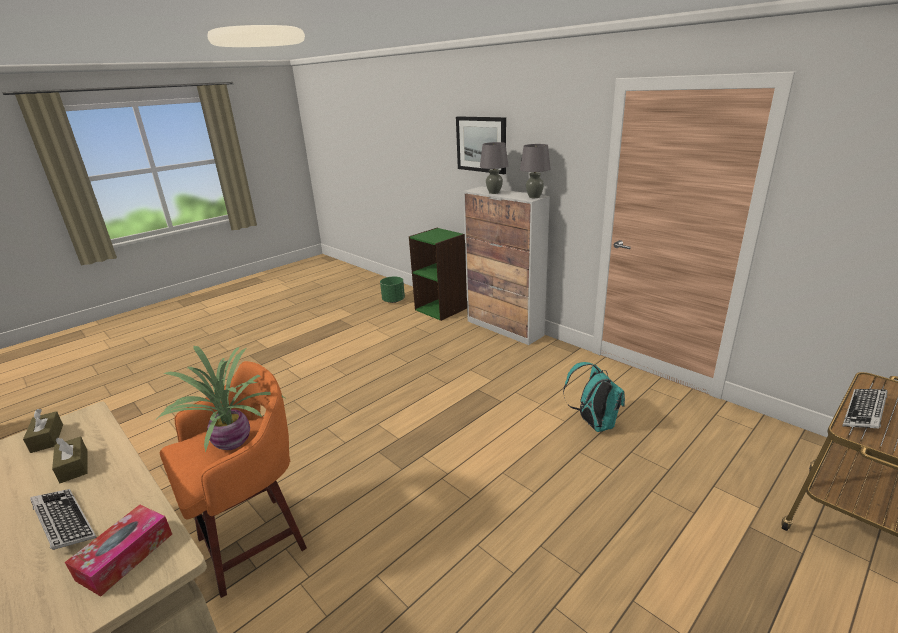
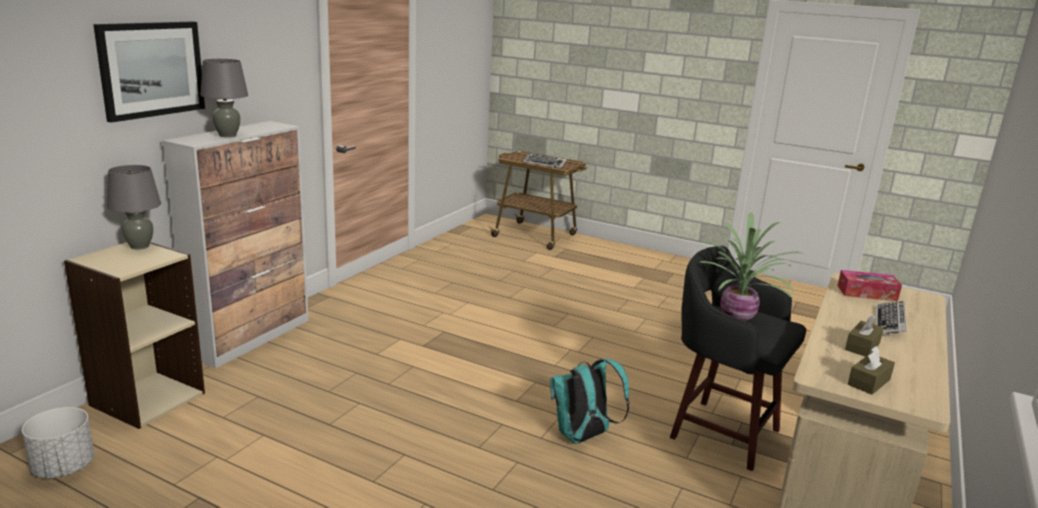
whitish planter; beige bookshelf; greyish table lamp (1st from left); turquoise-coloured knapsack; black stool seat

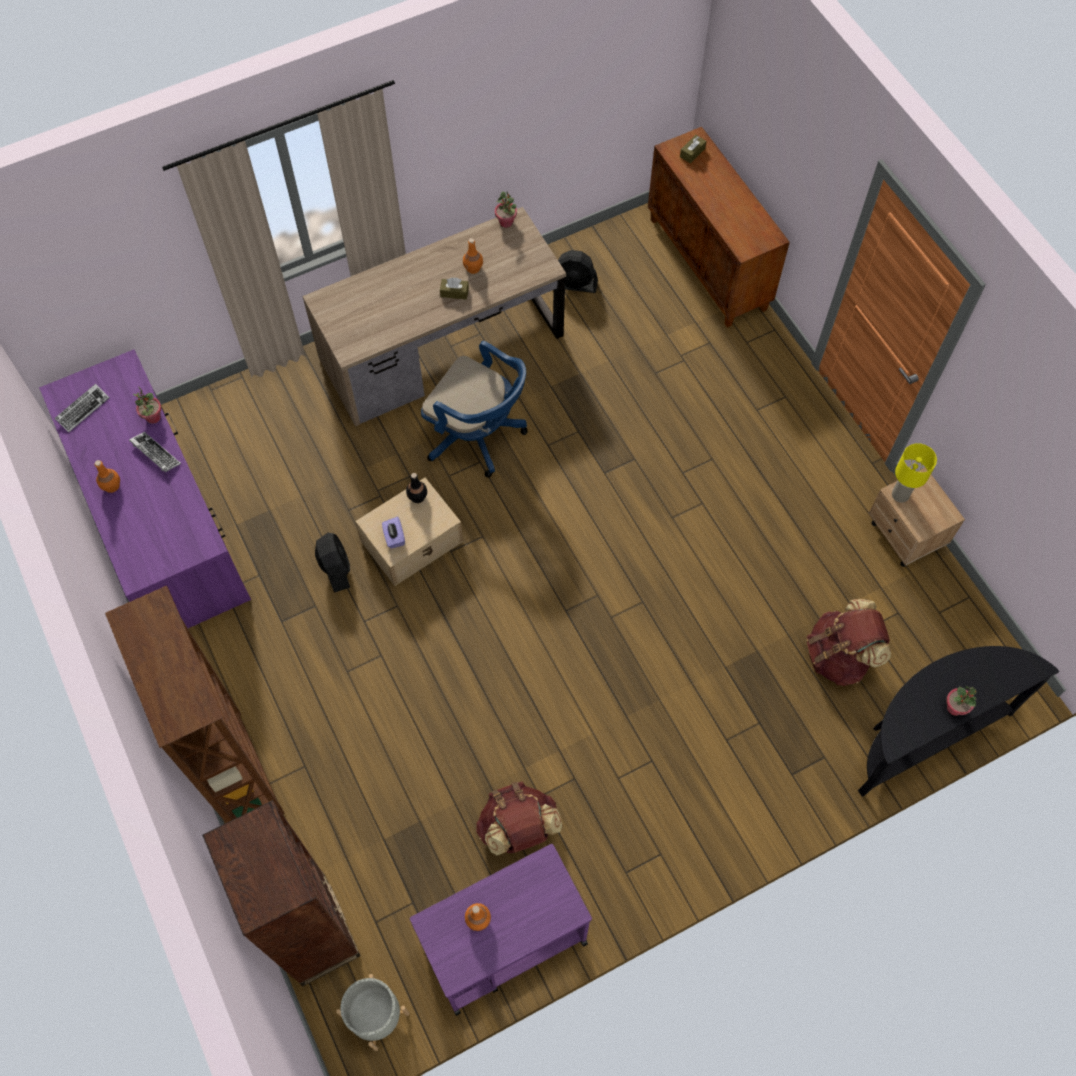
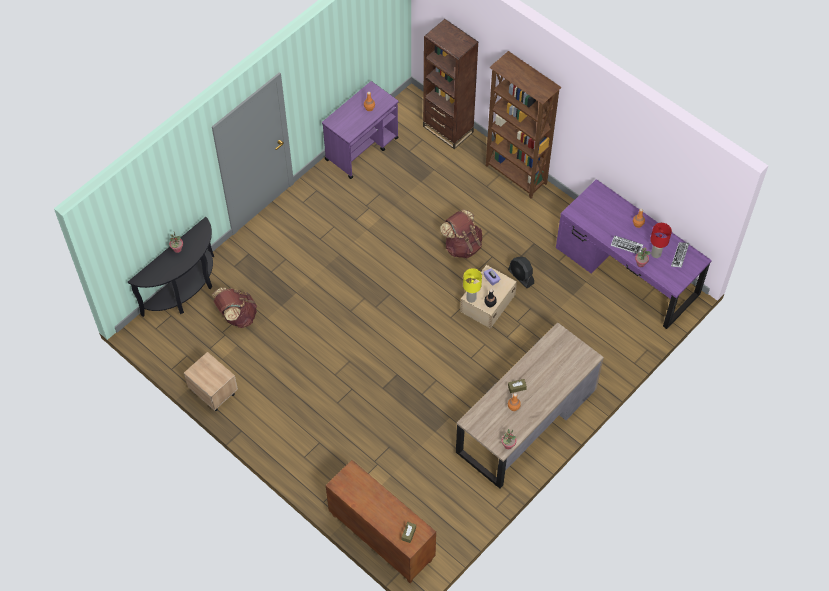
brown-coloured knapsack (2nd from left); yellow-coloured table lamp; red-coloured table lamp; greyish planter; blue office chair; black fan (2nd from left in the first image)

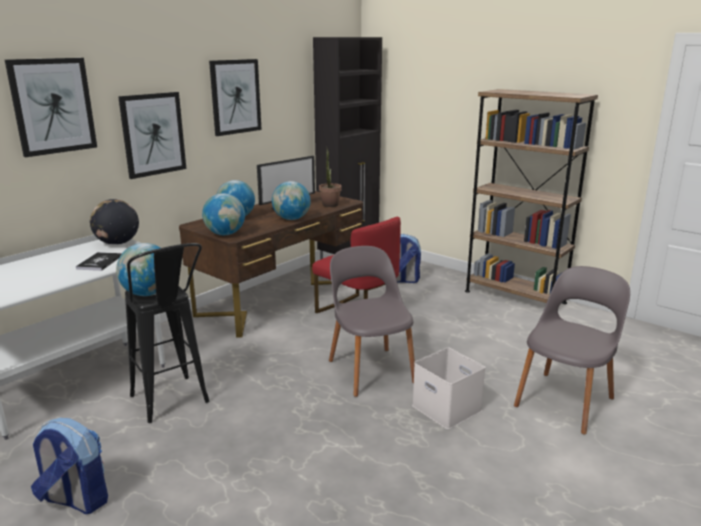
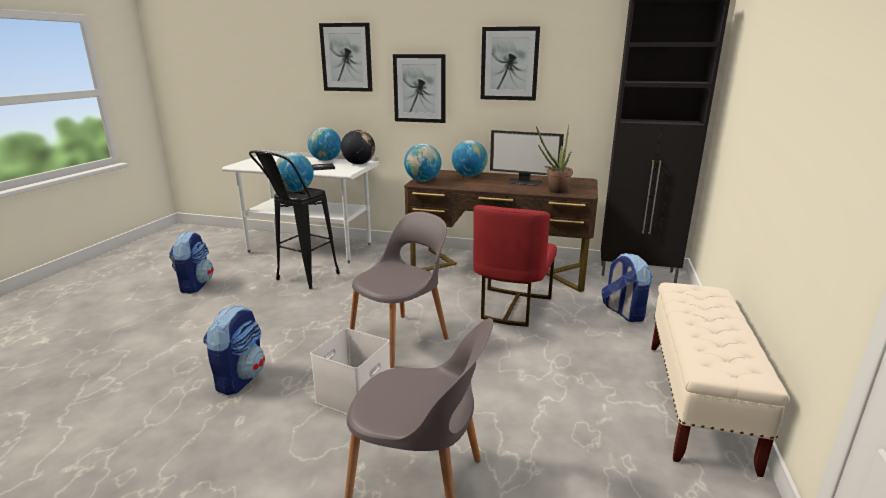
knapsack (2nd from left); desk globe (2nd from left); beige bench

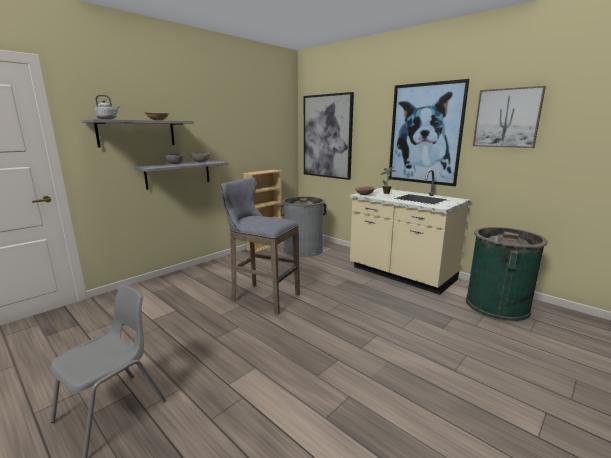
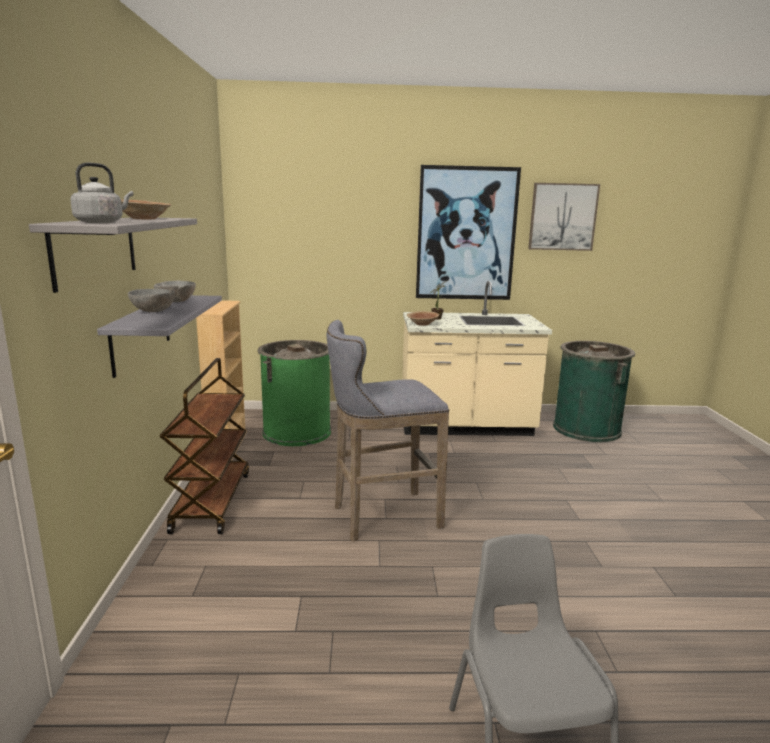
brown-coloured cart; green-coloured waste bin (1st from left); wall art (1st from left in the first image)

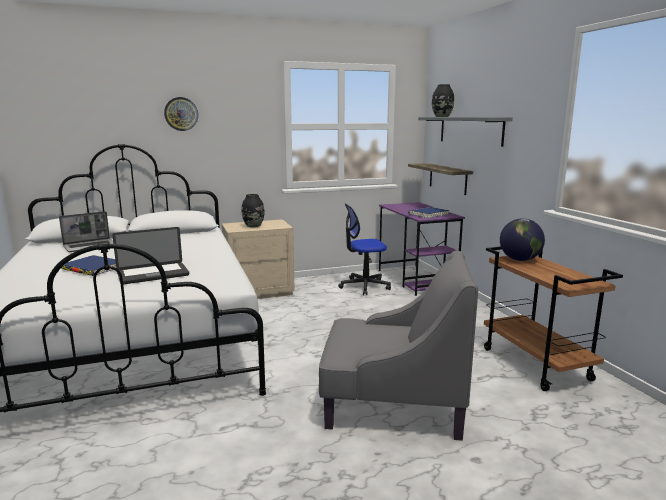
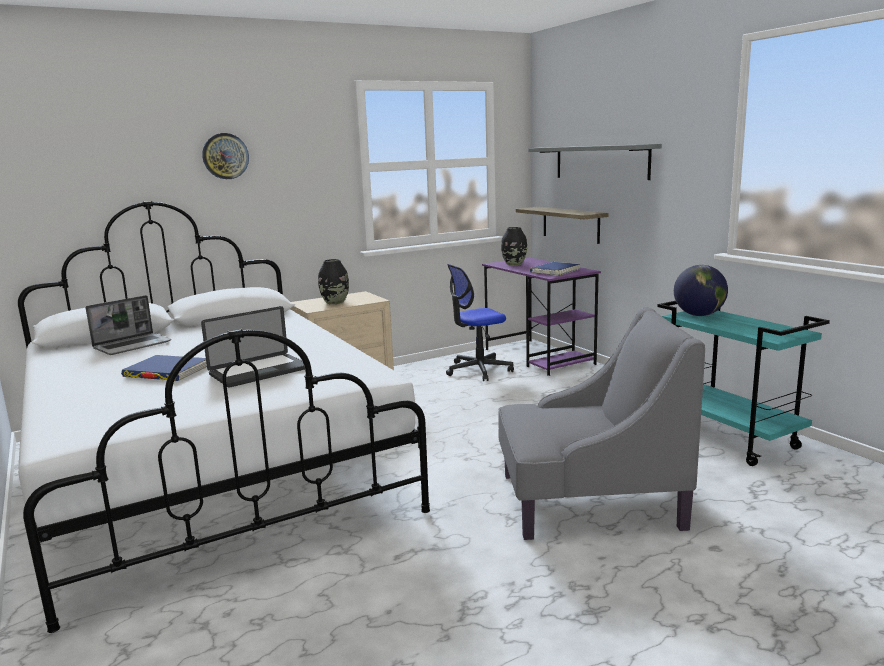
black flower vase (2nd from left); turquoise-coloured cart

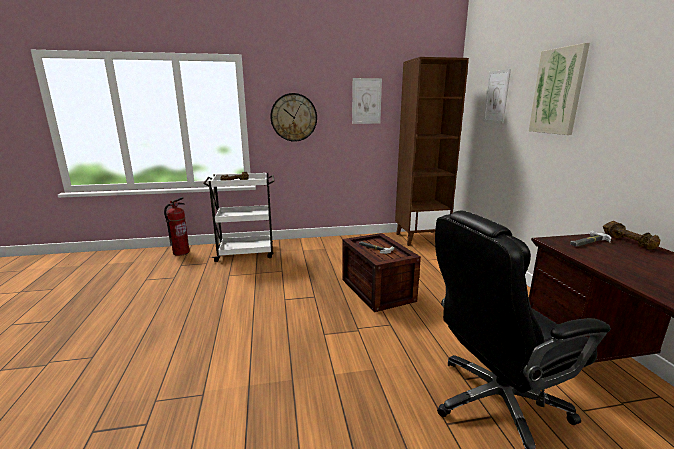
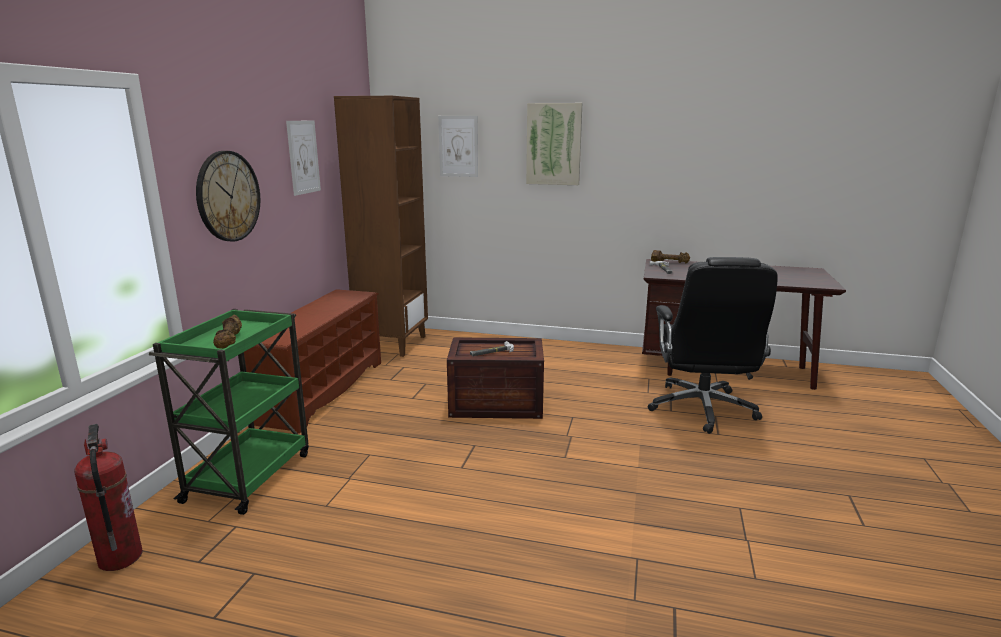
green-coloured cart; brown-coloured shoe shelf

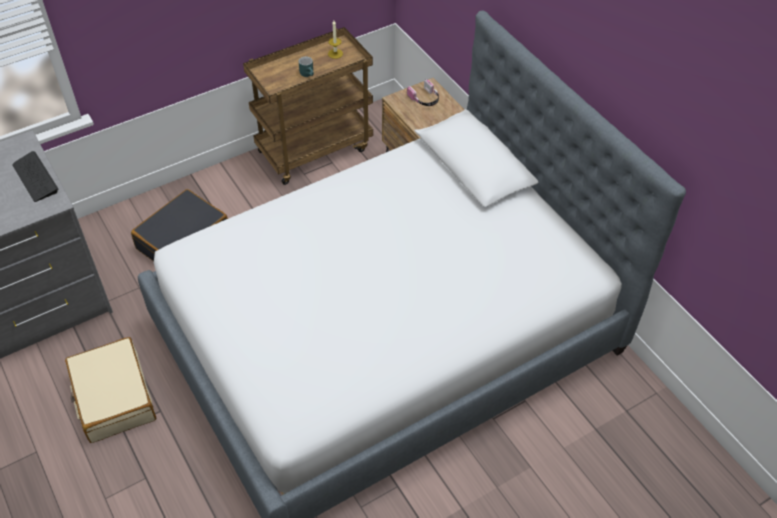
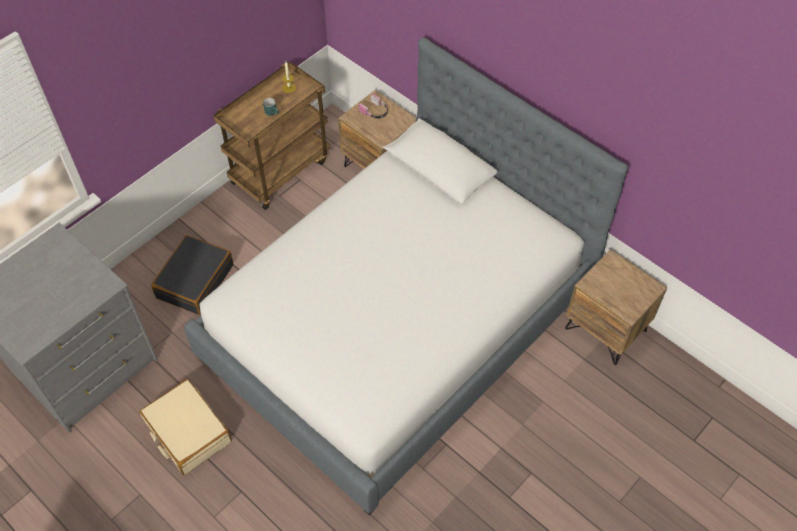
brown-coloured nightstand (2nd from left); PC keyboard

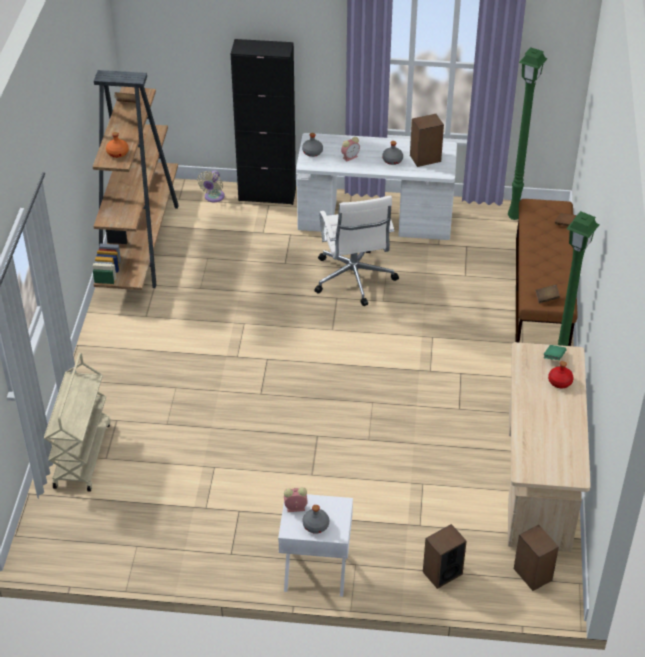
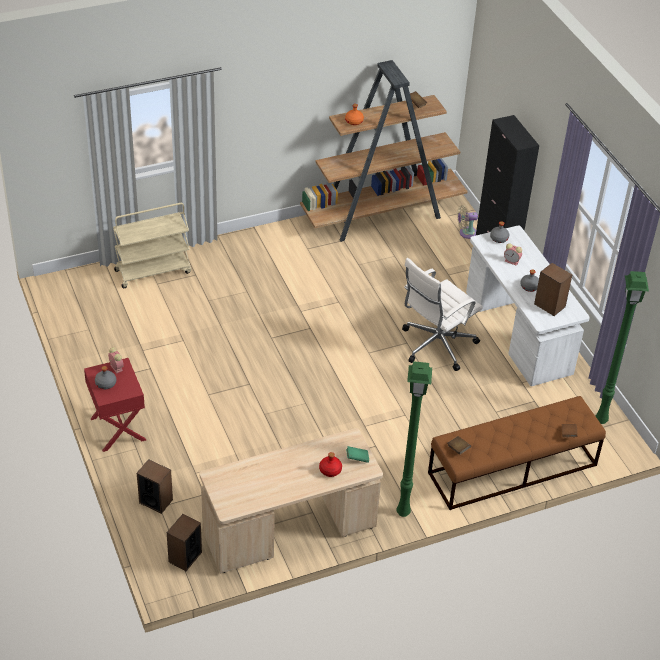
red-coloured nightstand

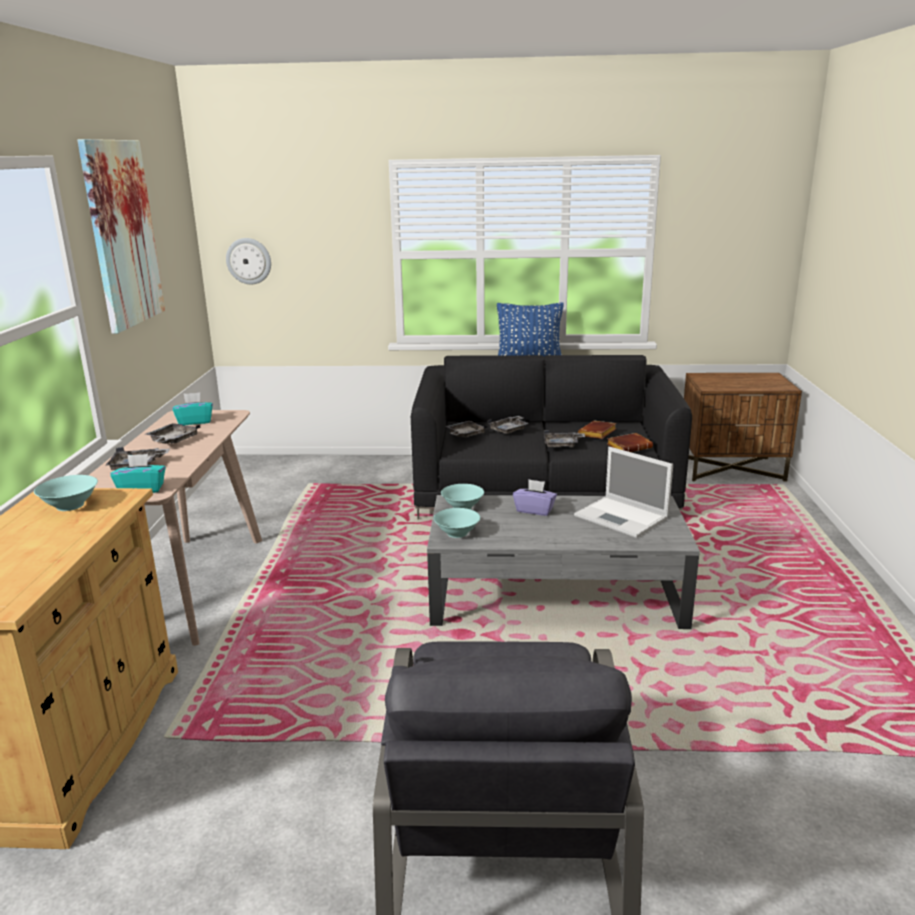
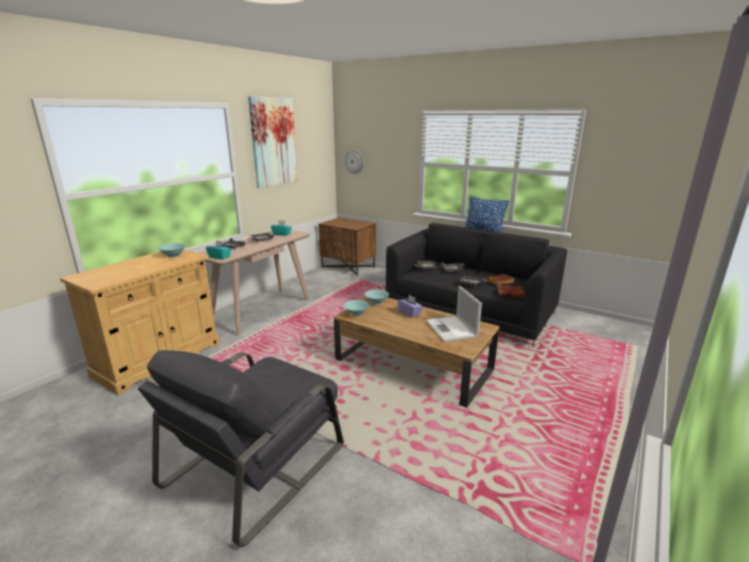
brown-coloured nightstand; brown-coloured coffee table

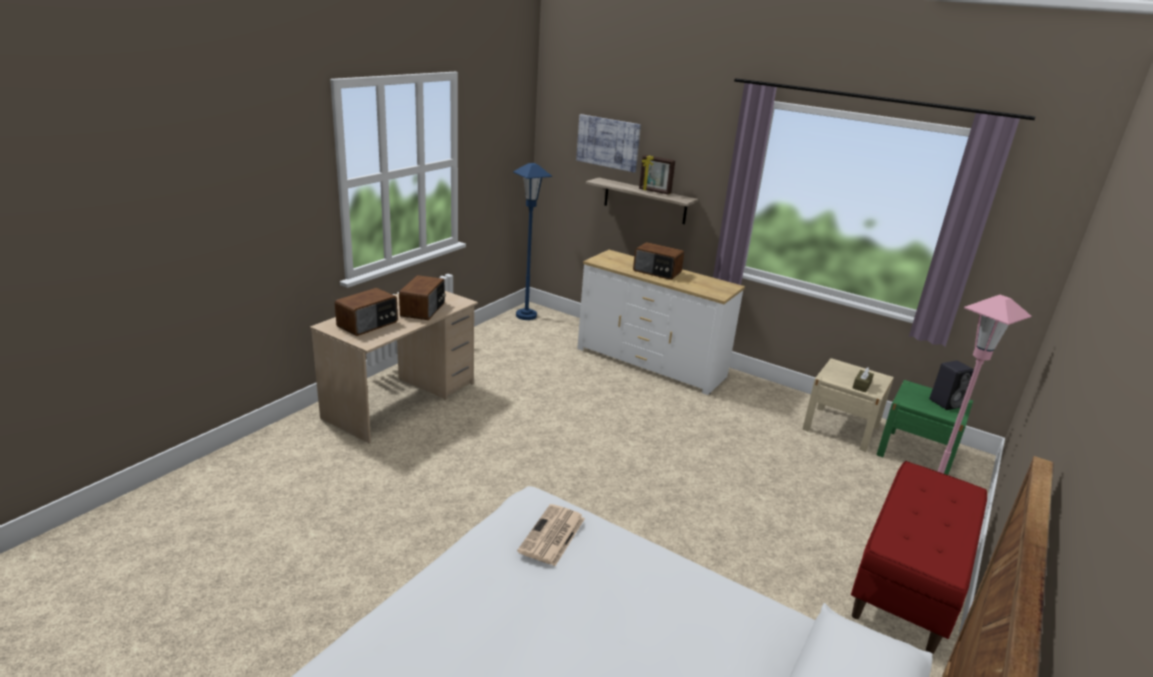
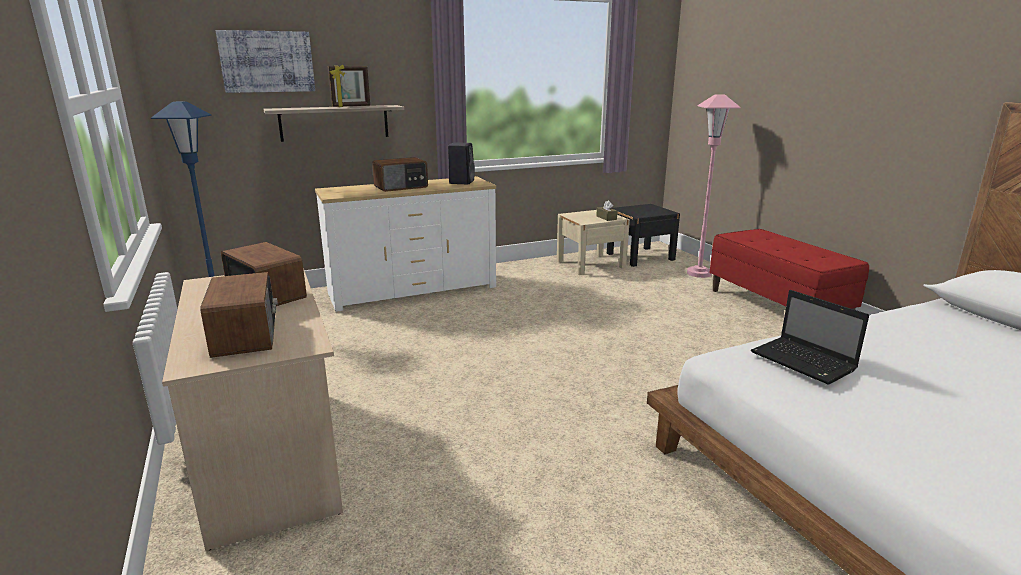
black audio speaker; black nightstand; notebook computer

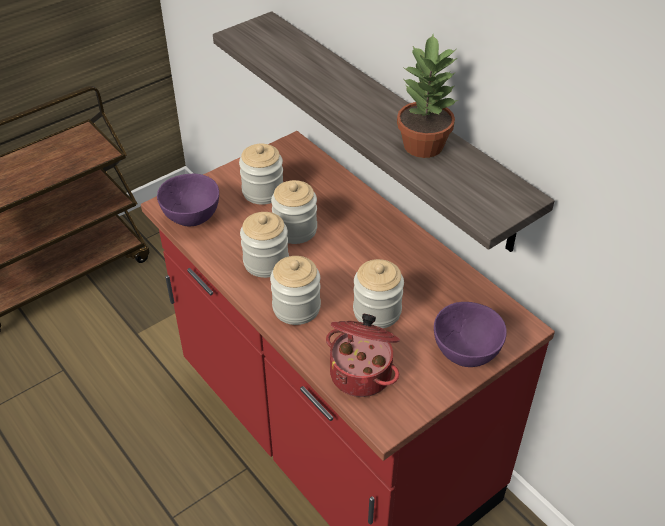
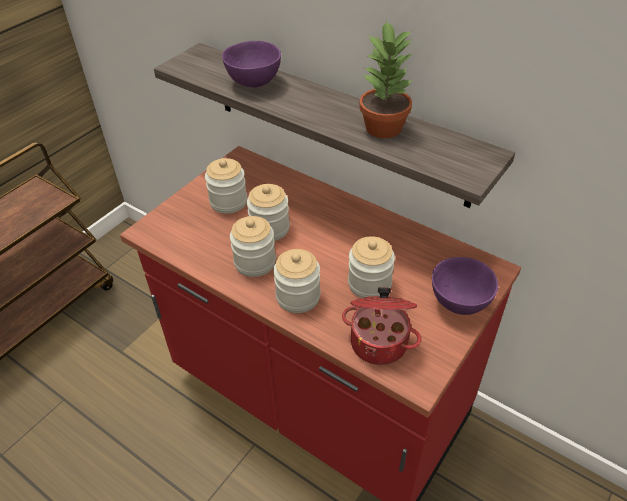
purplish deep dish (1st from left)

